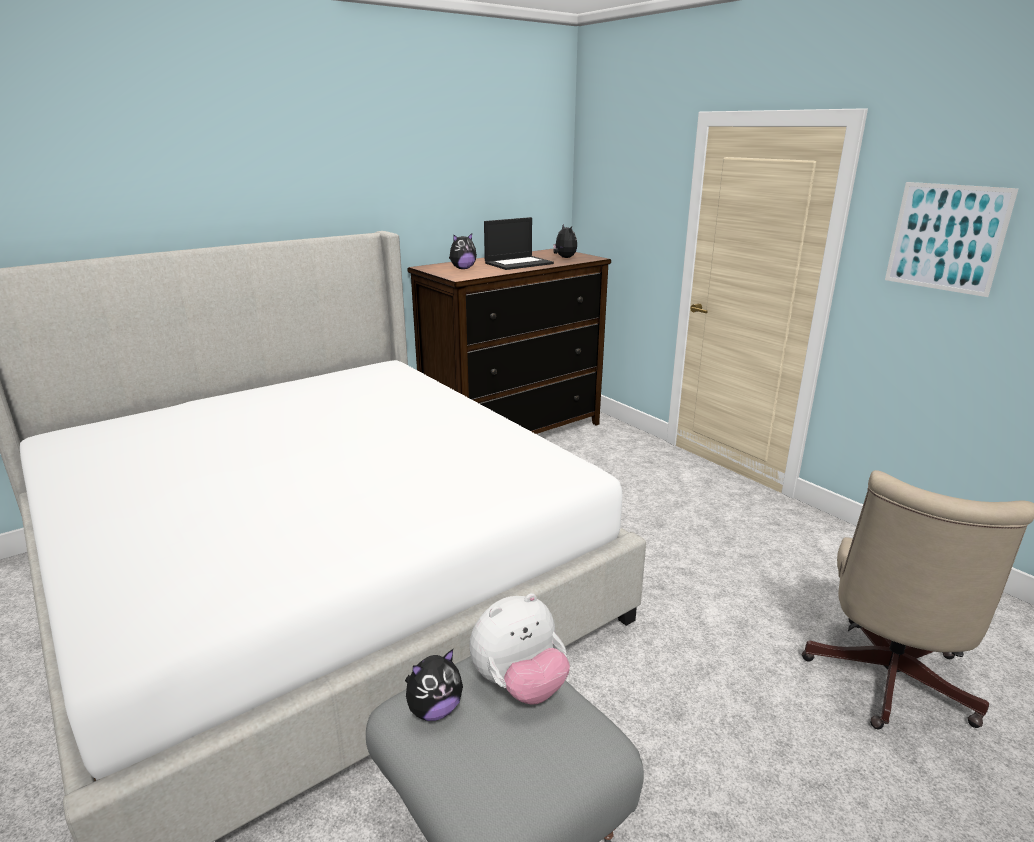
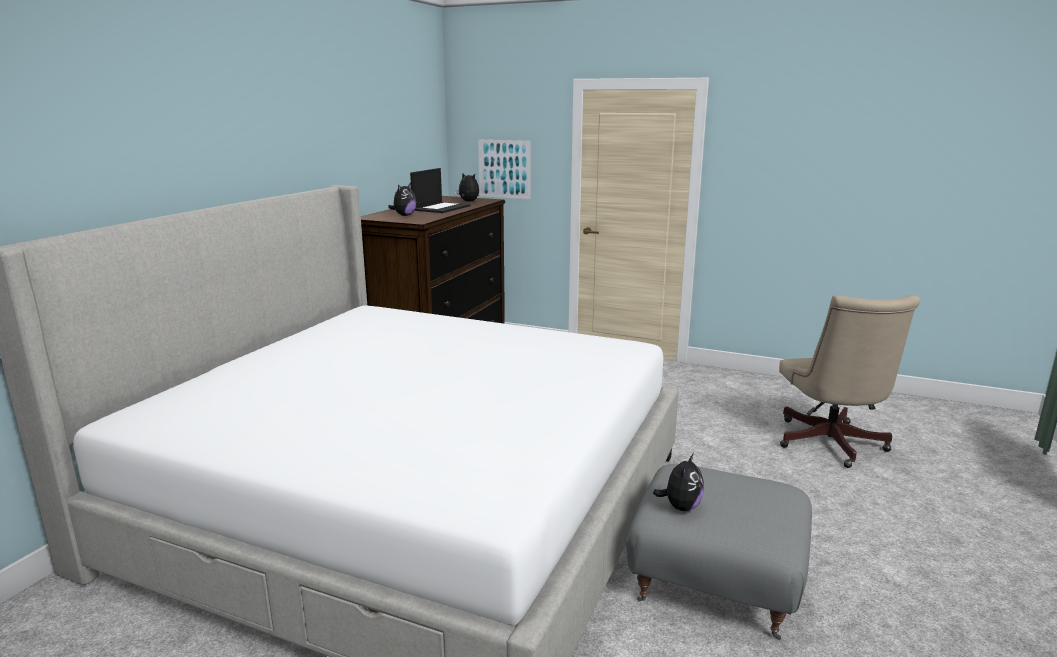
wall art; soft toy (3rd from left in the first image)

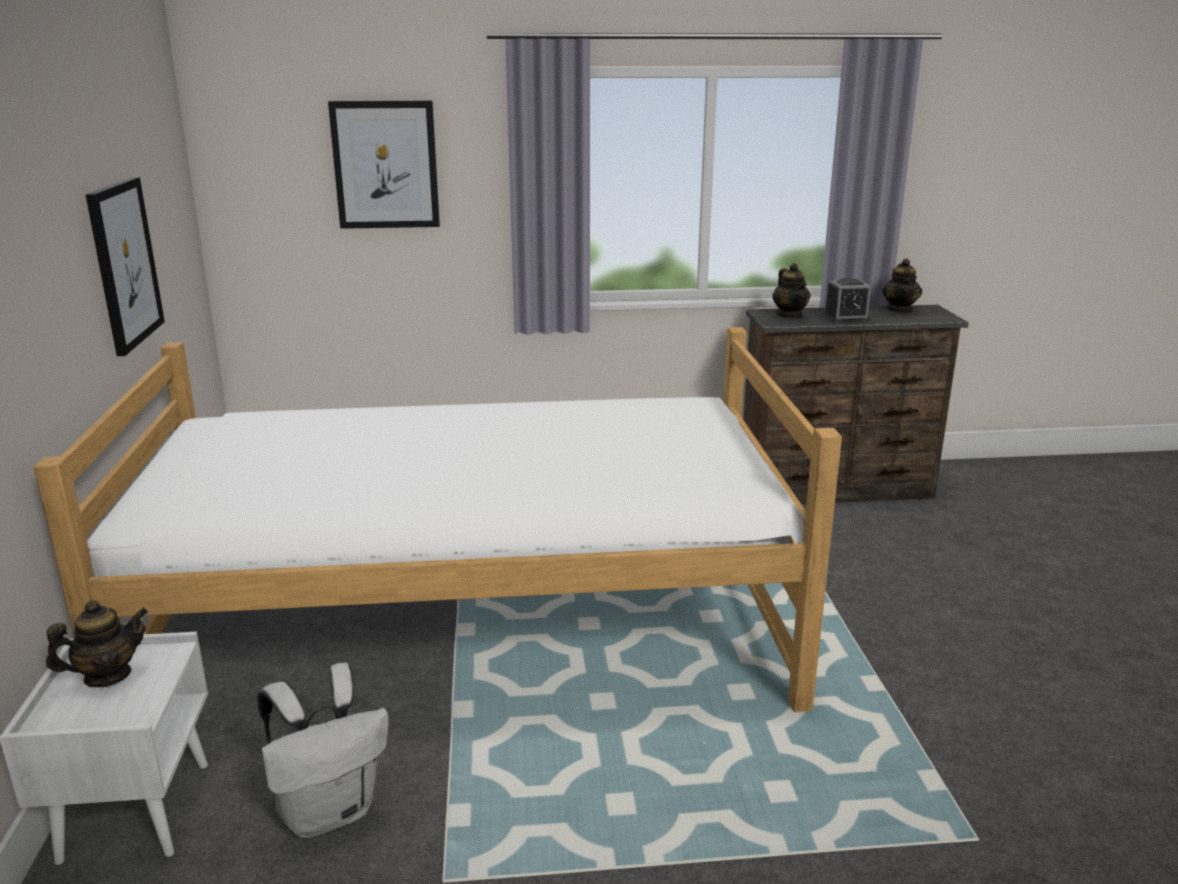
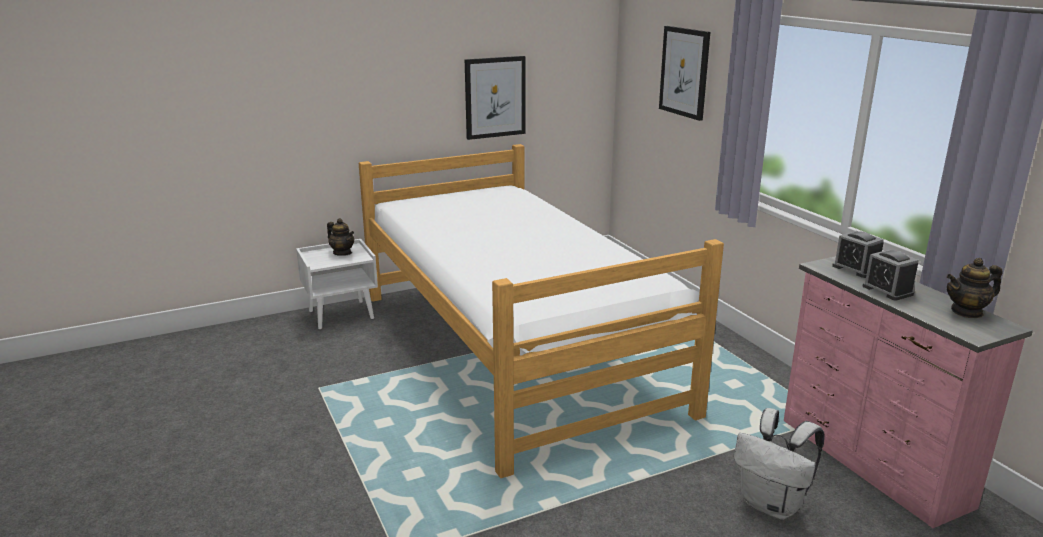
whitish knapsack; pinkish dresser; alarm clock (1st from left)

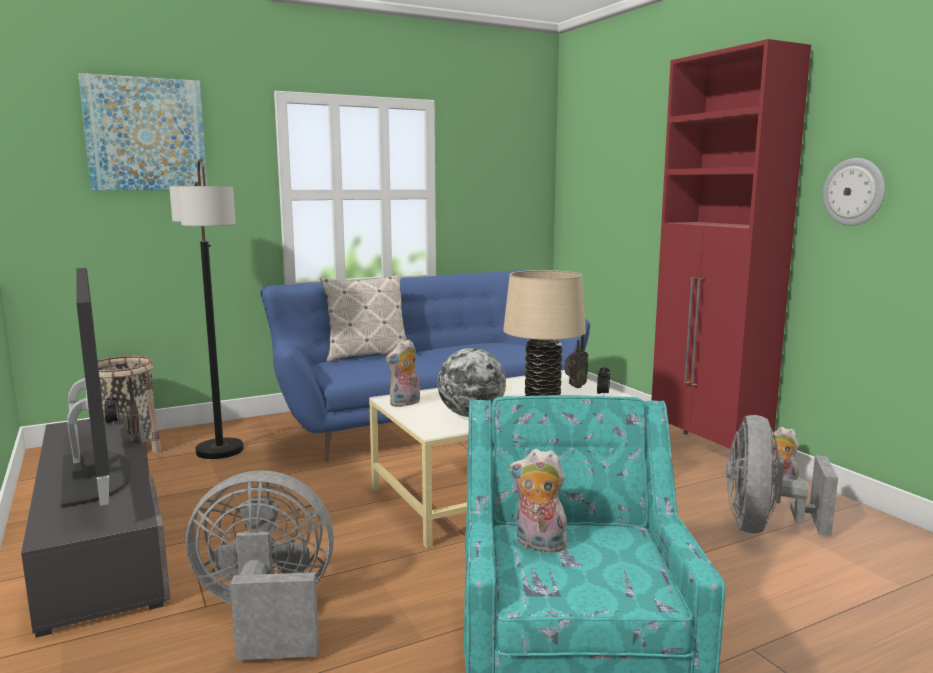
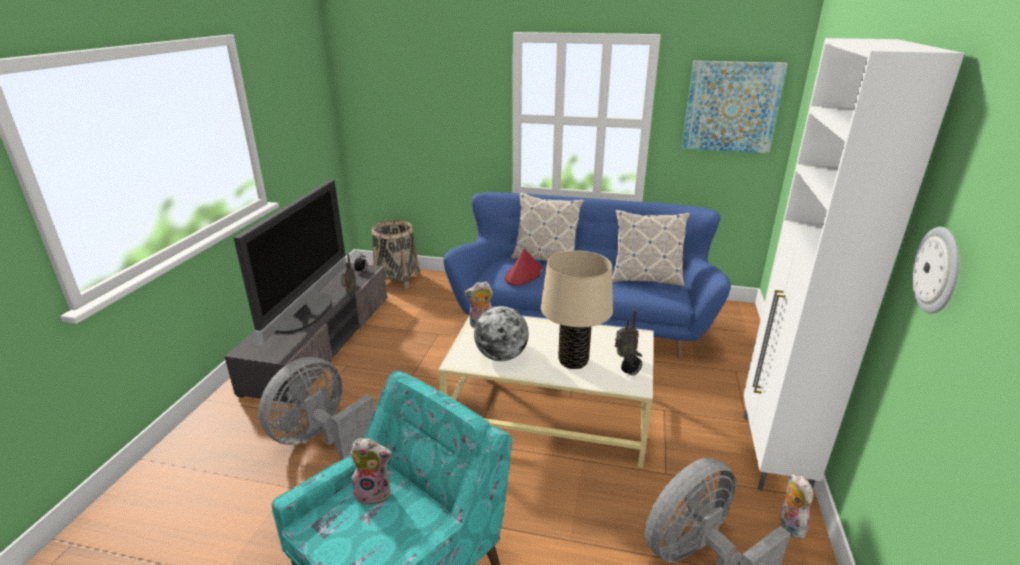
greyish fan (1st from left); soft toy (1st from left); red-coloured clothing hat; pillow (2nd from left); wall art; whitish cupboard; floor lamp

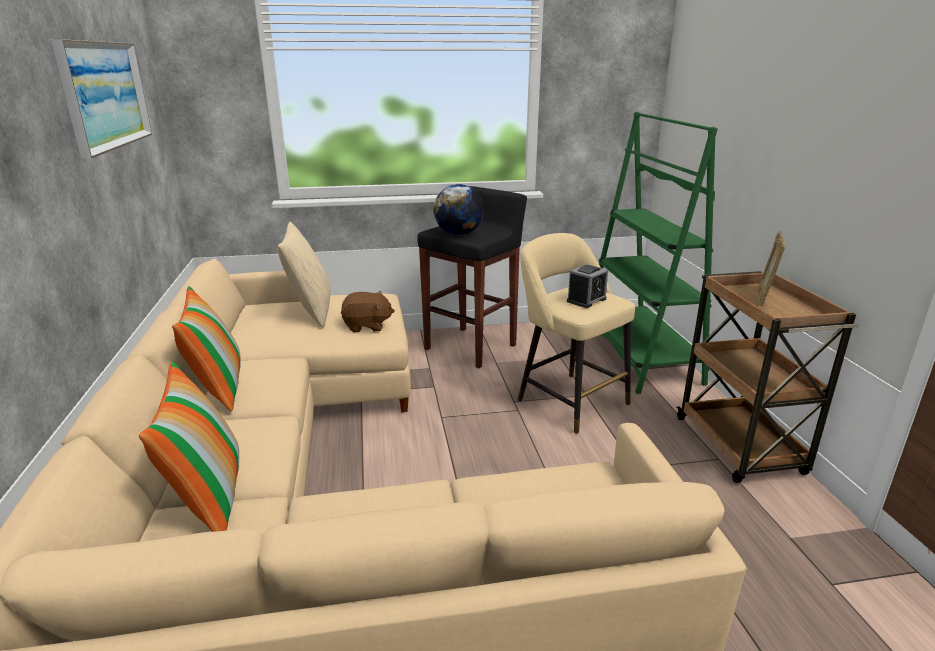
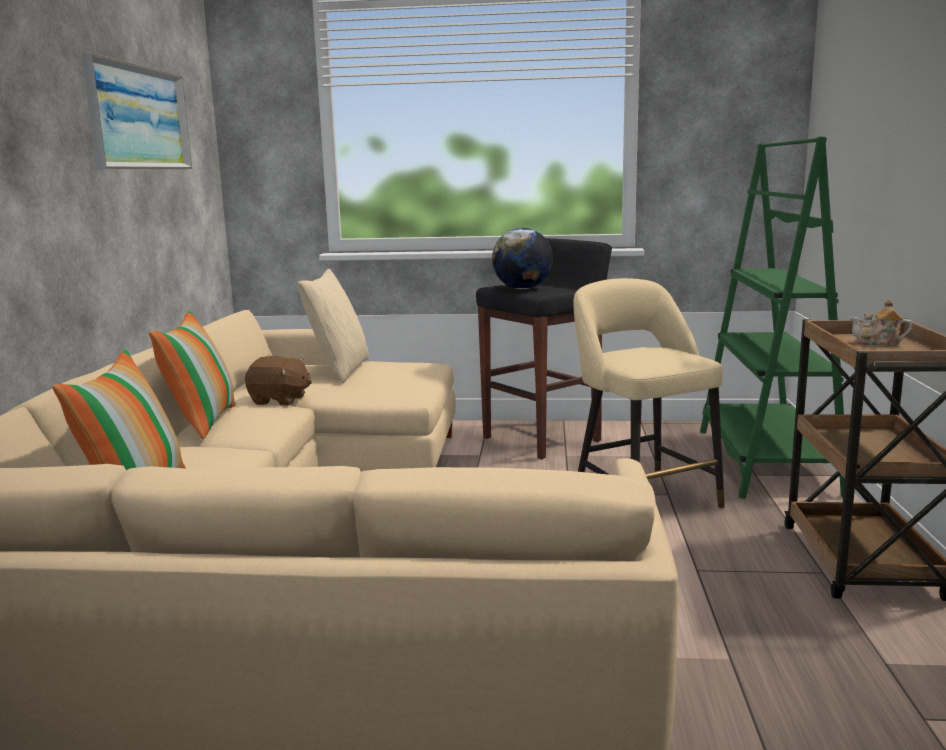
brown-coloured soft toy; teapot; alarm clock

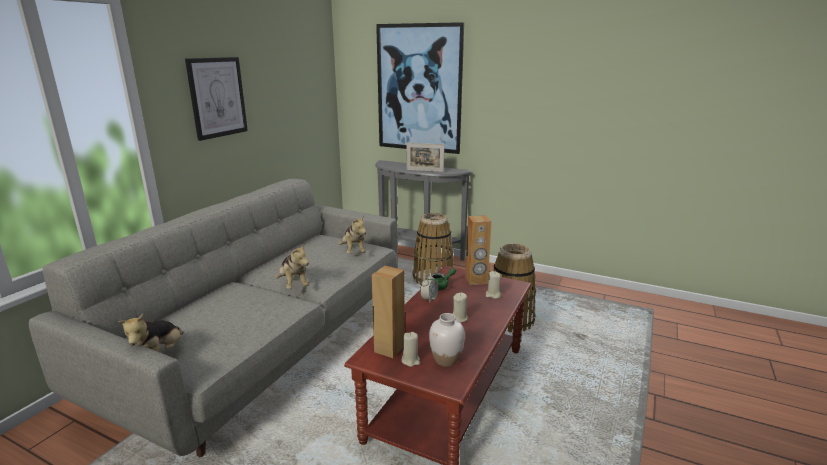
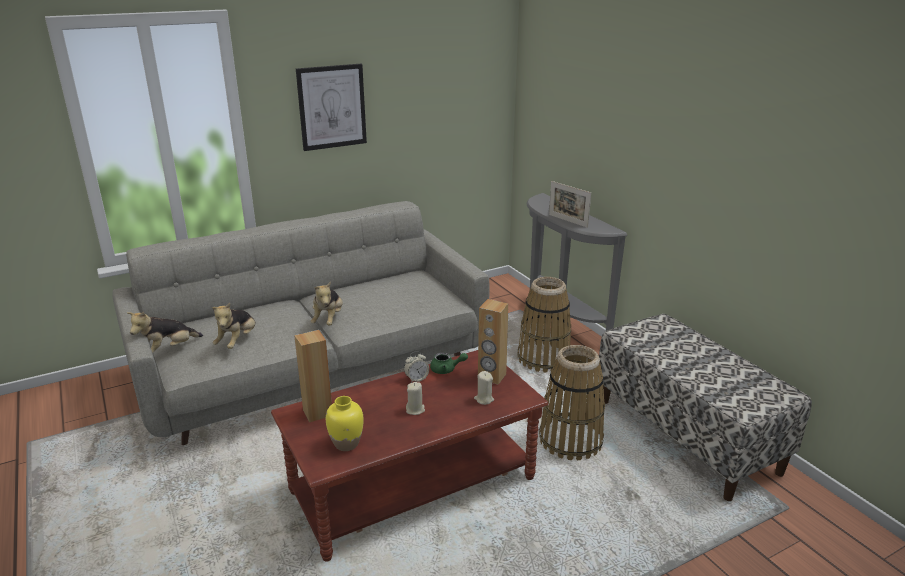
soft toy (2nd from left); yellow-coloured flower vase; bench; wall art (2nd from left in the first image); beige candle (1st from left in the first image)

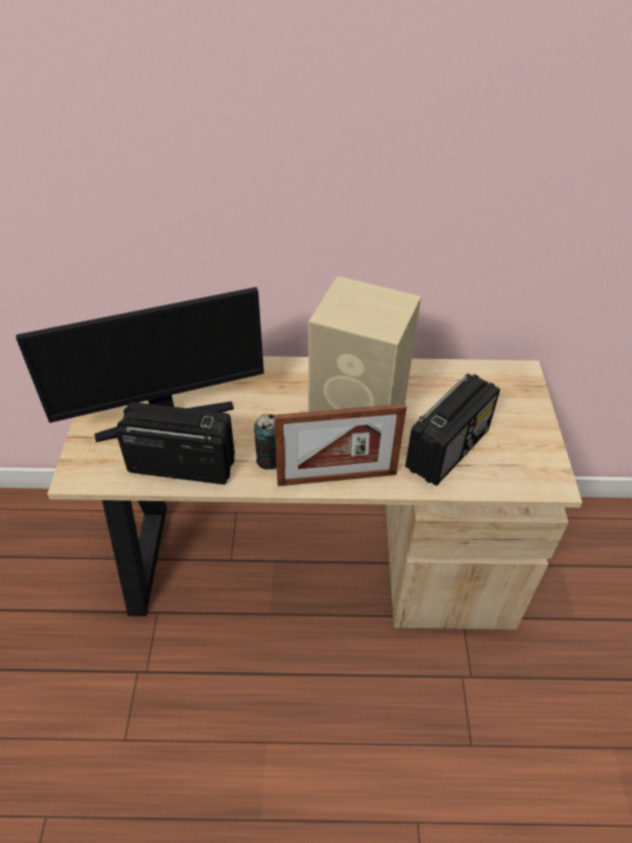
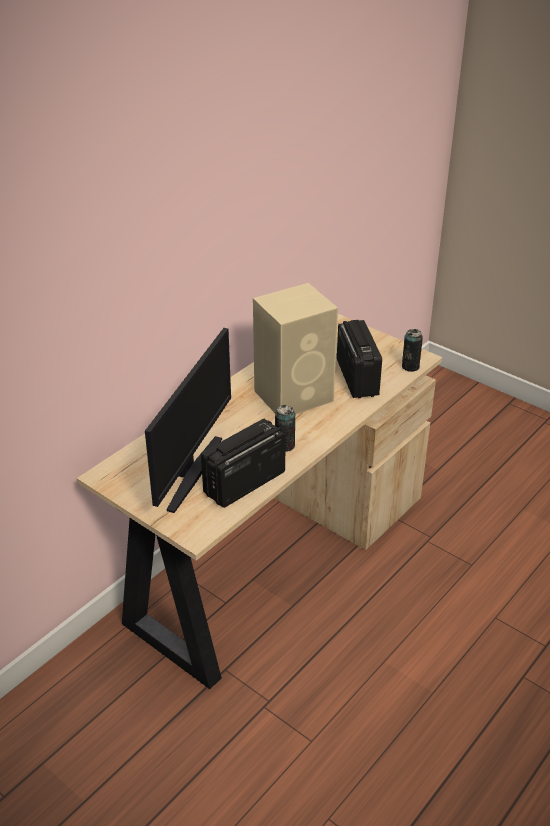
can (2nd from left); photo frame

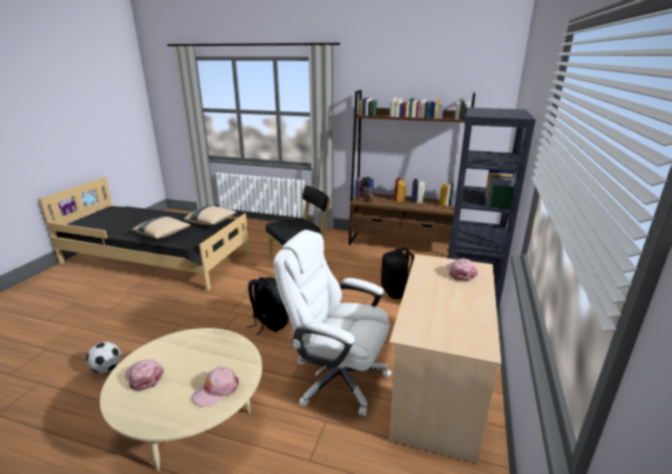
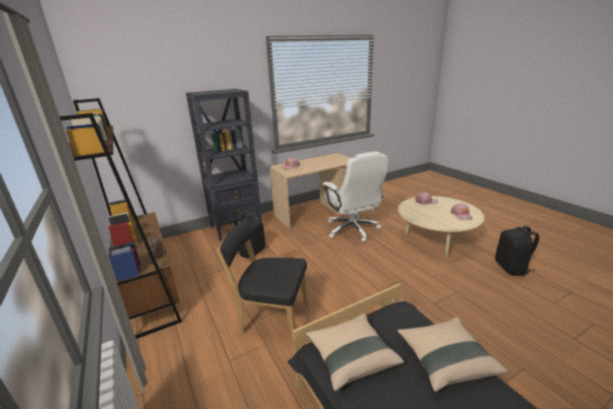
black knapsack (2nd from left); football

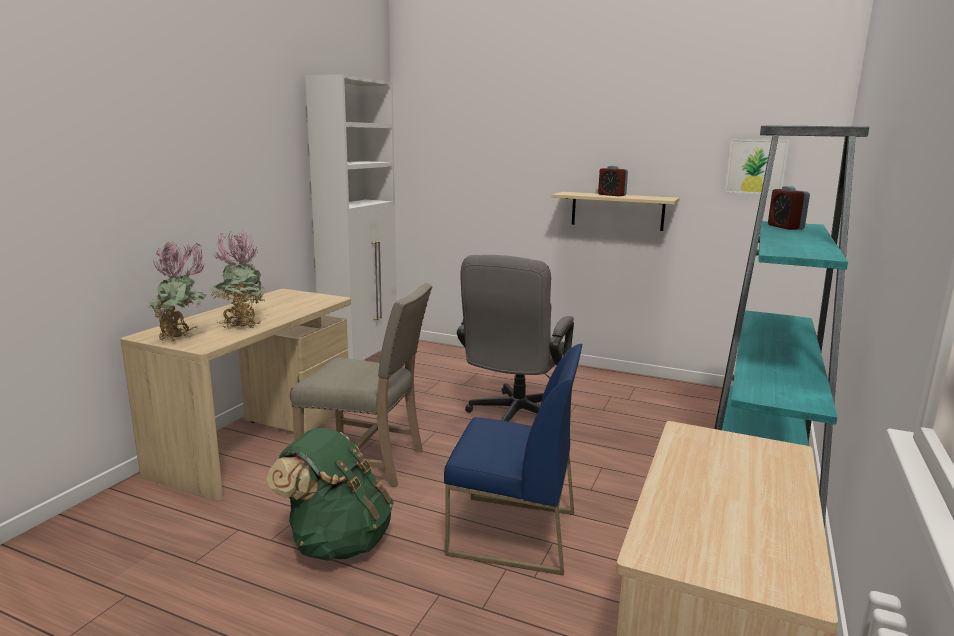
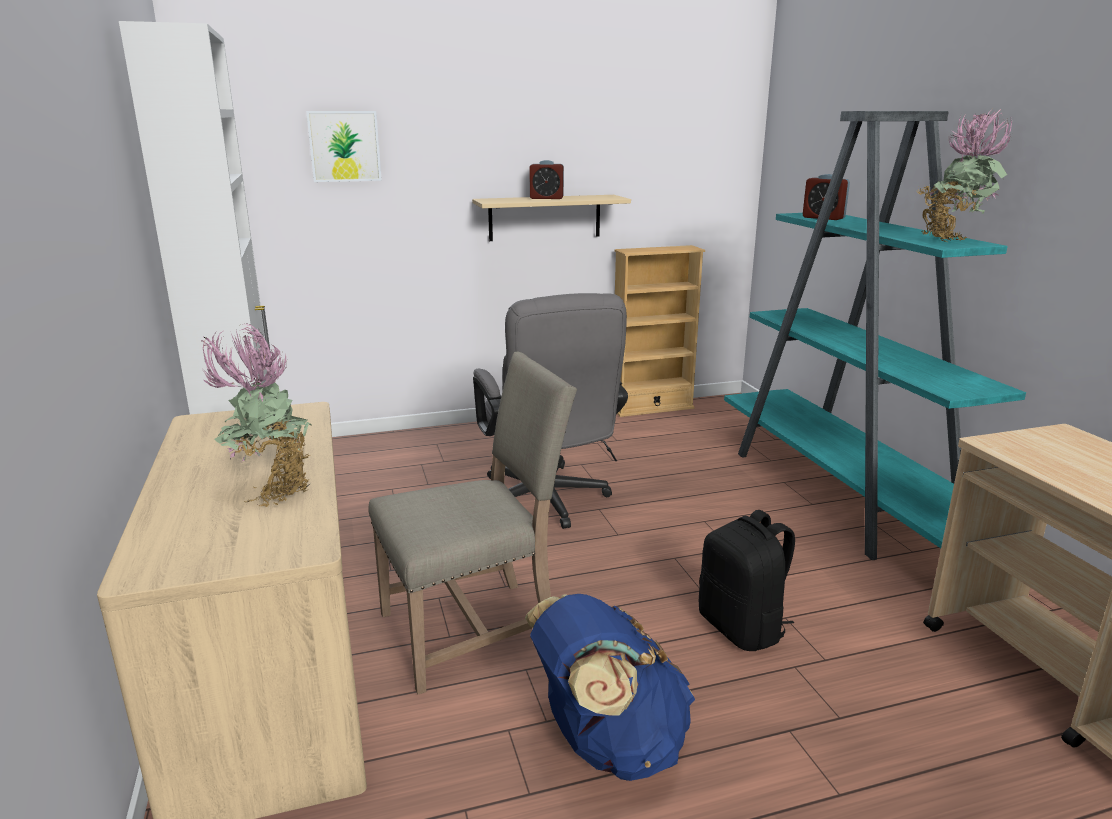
wall art; blue knapsack; beige bookshelf; black knapsack; plant in a pot (2nd from left)

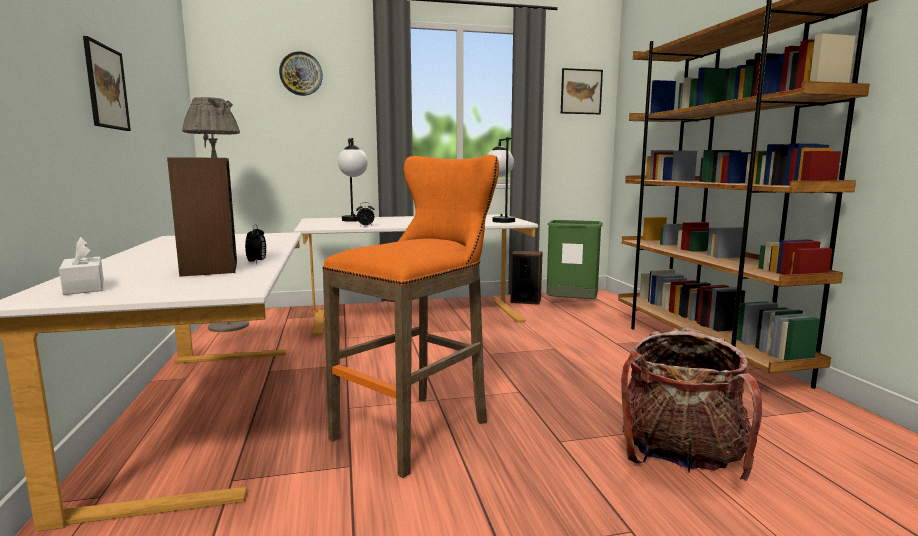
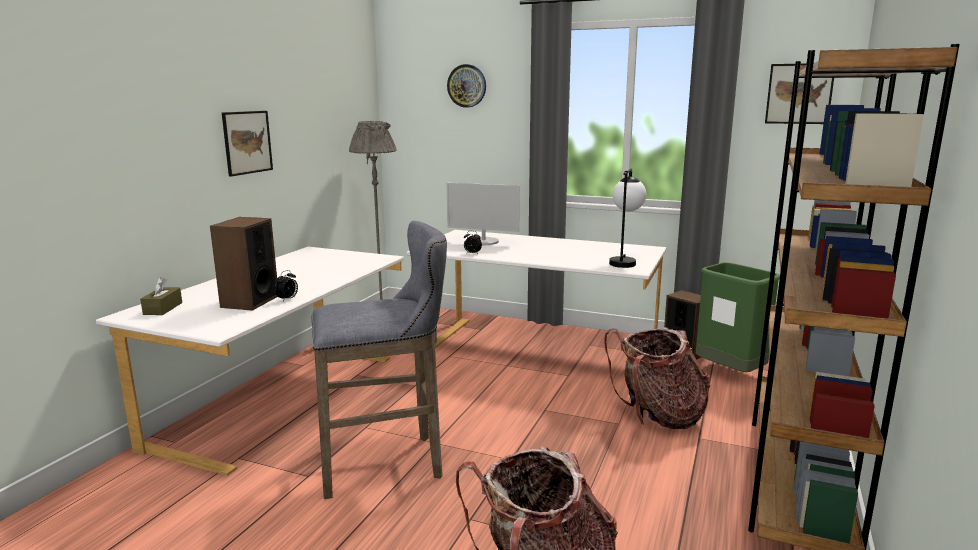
brown-coloured tissue holder; greyish stool seat; monitor; knapsack (2nd from left)

